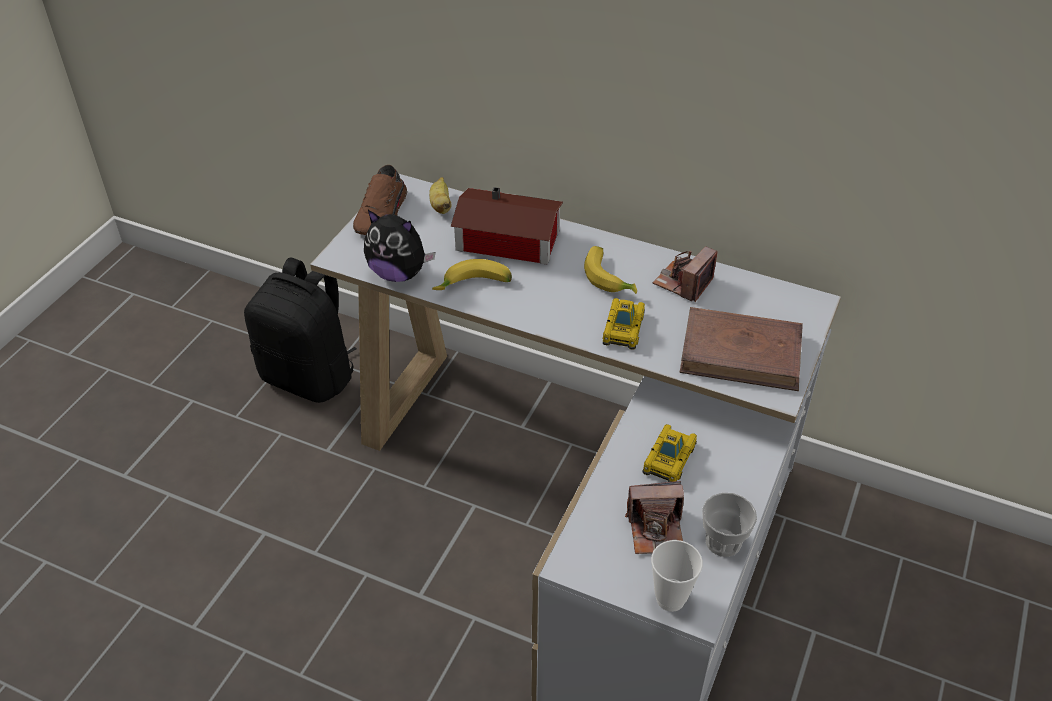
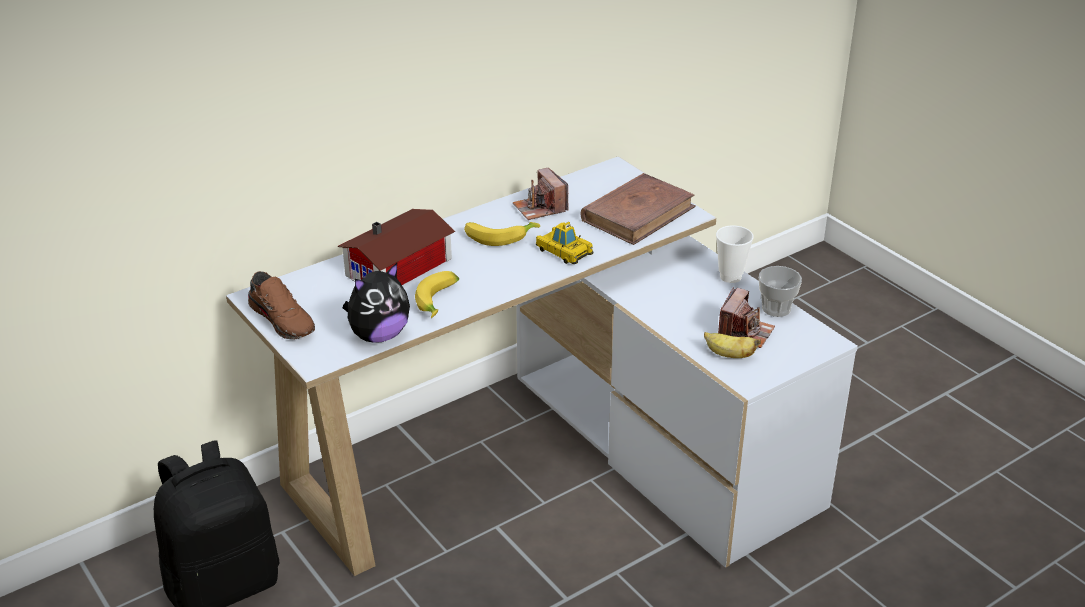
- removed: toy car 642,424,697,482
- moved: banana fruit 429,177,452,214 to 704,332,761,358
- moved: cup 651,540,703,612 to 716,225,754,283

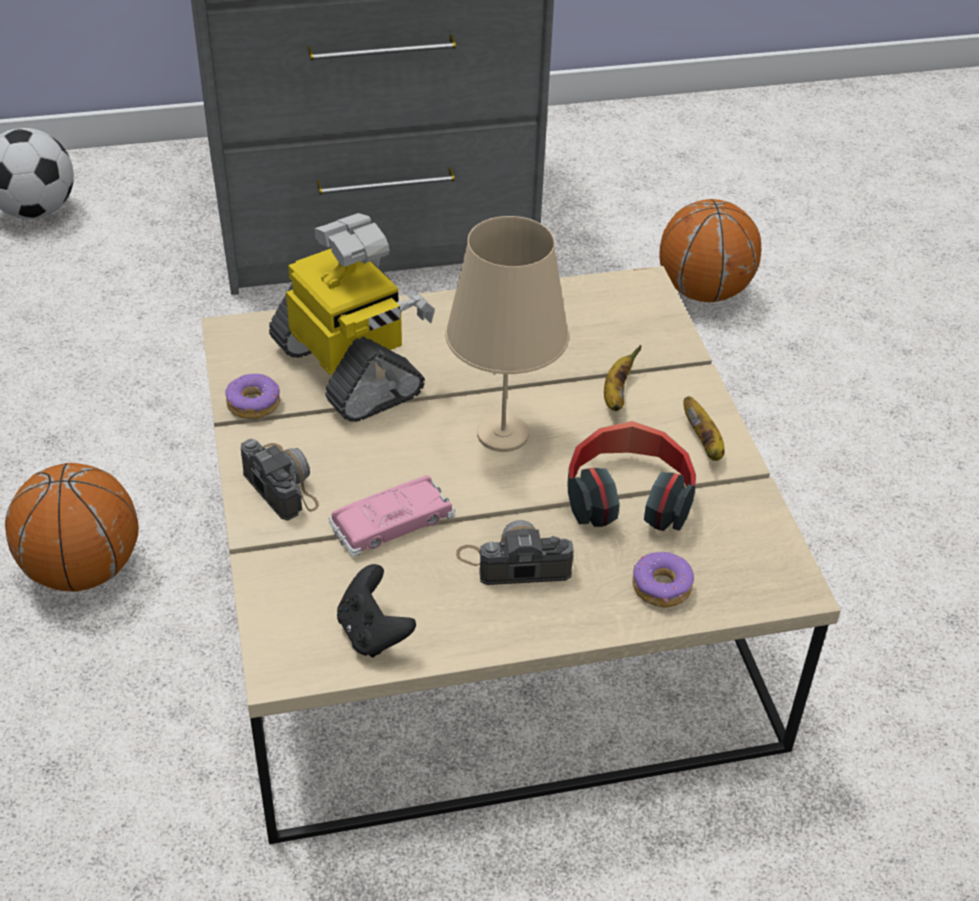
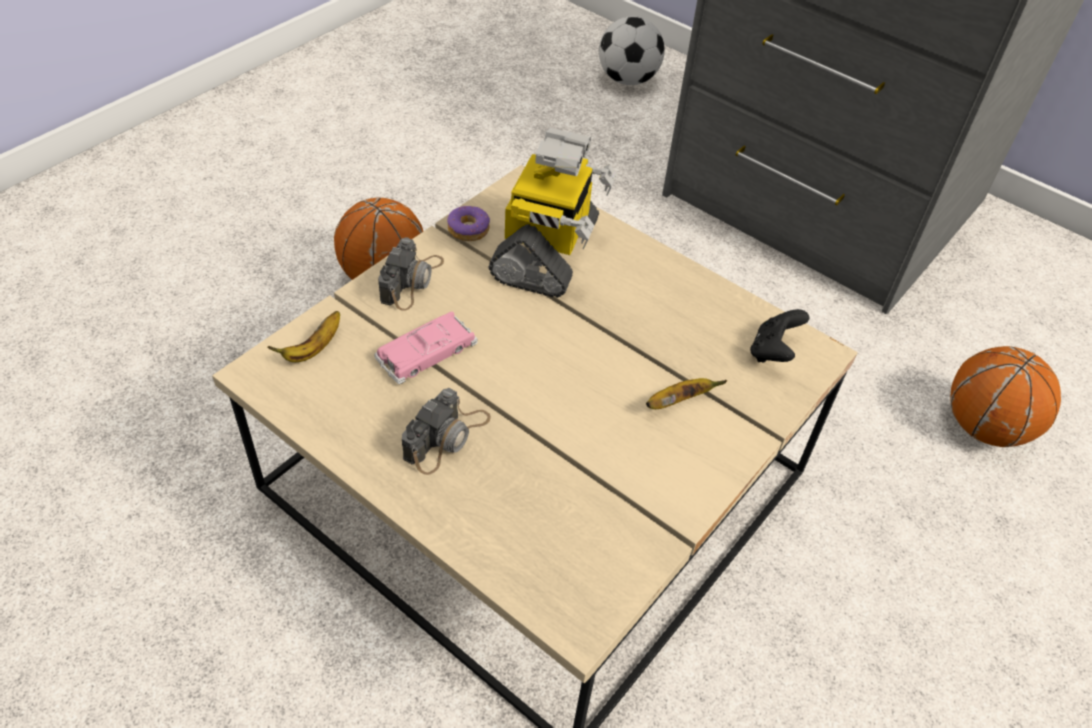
- removed: lamp for a table in beige-coloured 445,216,569,452
- removed: headphones 567,421,696,531
- removed: ring doughnut 632,552,694,608
- moved: gamepad in black 337,564,416,657 to 750,309,809,362
- moved: banana fruit 683,396,725,461 to 268,311,340,362
- turned: toy car in pink 328,475,456,556 = 374,312,478,384 120 degrees clockwise
- turned: photo camera 456,520,574,585 = 402,388,491,475 75 degrees clockwise

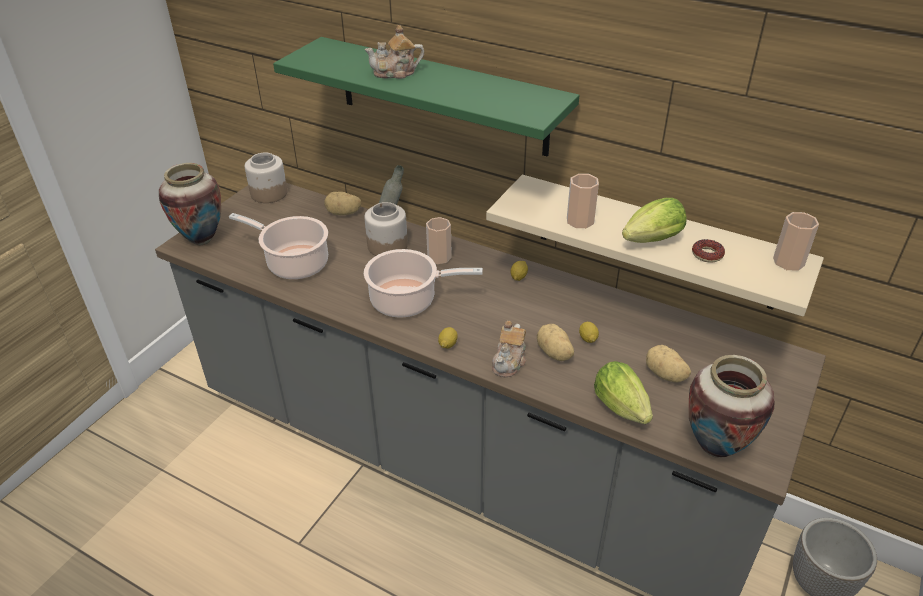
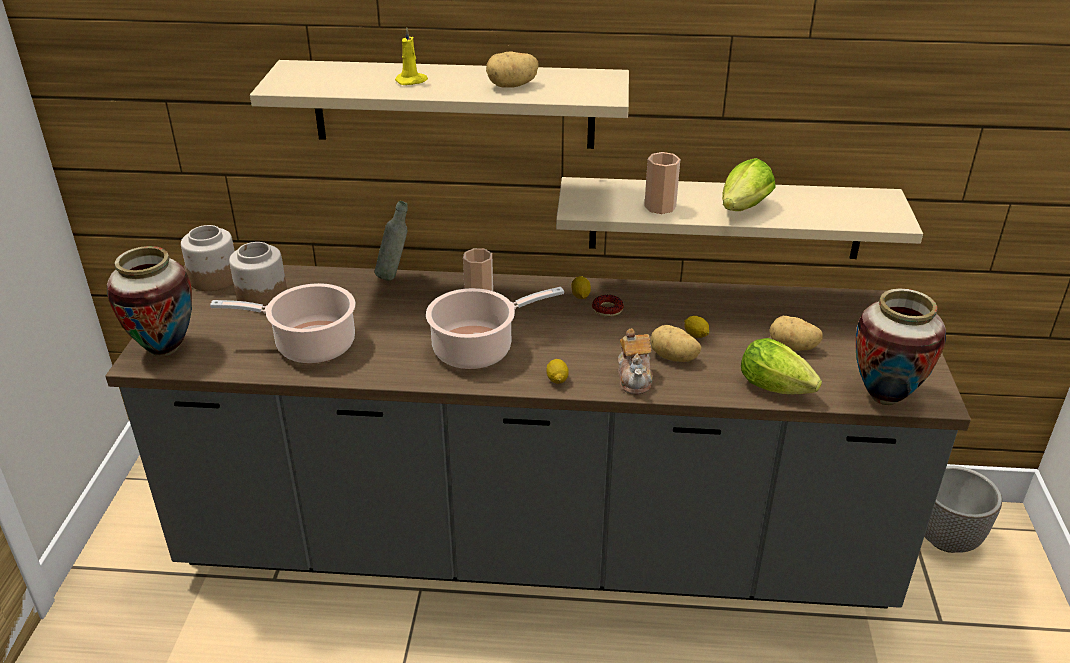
- removed: cup 773,212,819,271
- moved: potato 324,192,361,215 to 486,51,539,88
- moved: jar 364,202,408,256 to 229,242,287,310
- moved: ring doughnut 692,239,725,263 to 592,295,624,317
- replaced: tea pot 364,25,424,79 to wax light in yellow 395,27,428,85
- recoloured: wall shelf in green-coloured 273,37,580,157 to wall shelf in beige-coloured 250,60,629,149

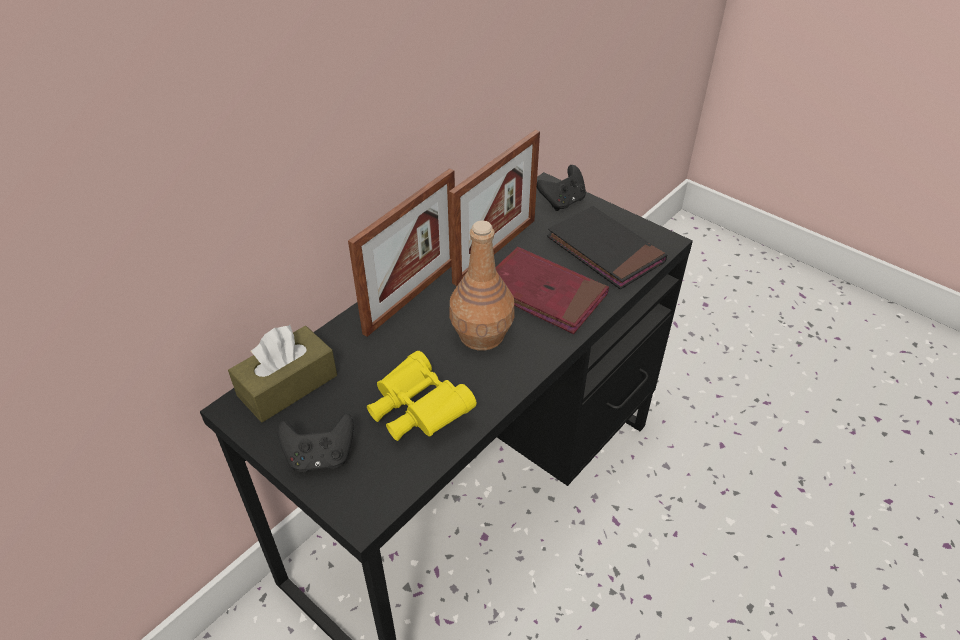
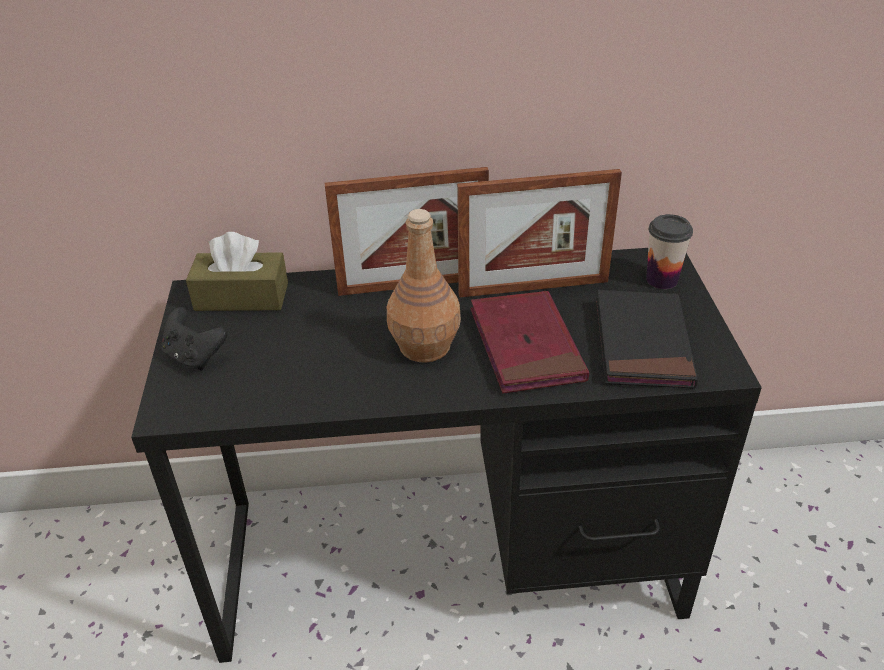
- removed: field glasses in yellow 367,351,477,441
- replaced: gamepad in black 537,165,586,211 to cup 646,214,693,289

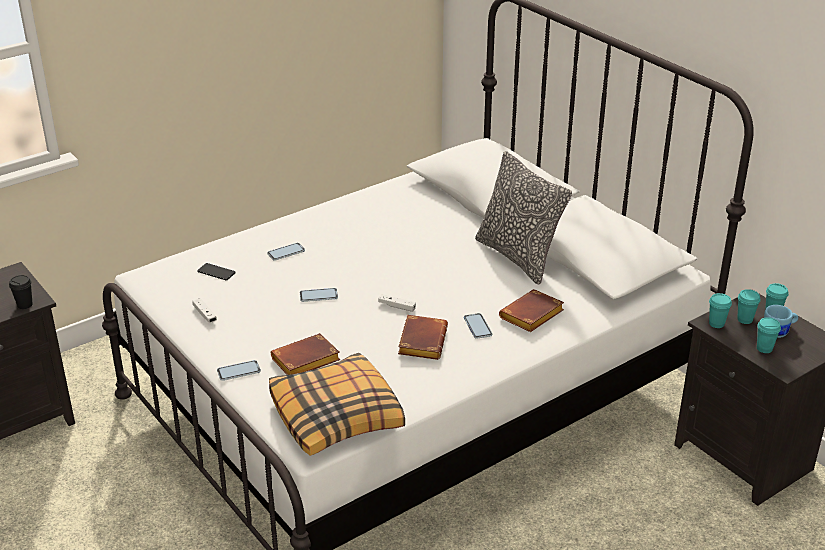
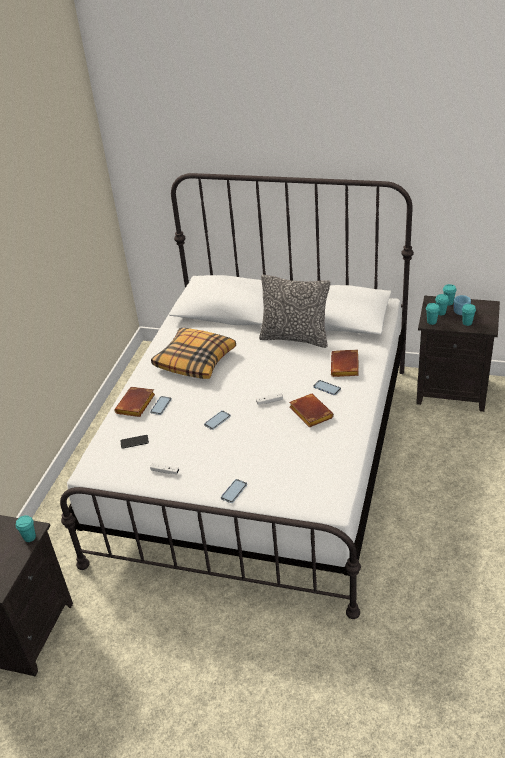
- moved: cushion 269,353,405,456 to 151,328,236,379
- moved: bound book in brownish 271,333,340,375 to 114,387,155,417
- recoloured: cup in black 9,275,33,309 to cup in blue-green 16,515,36,542

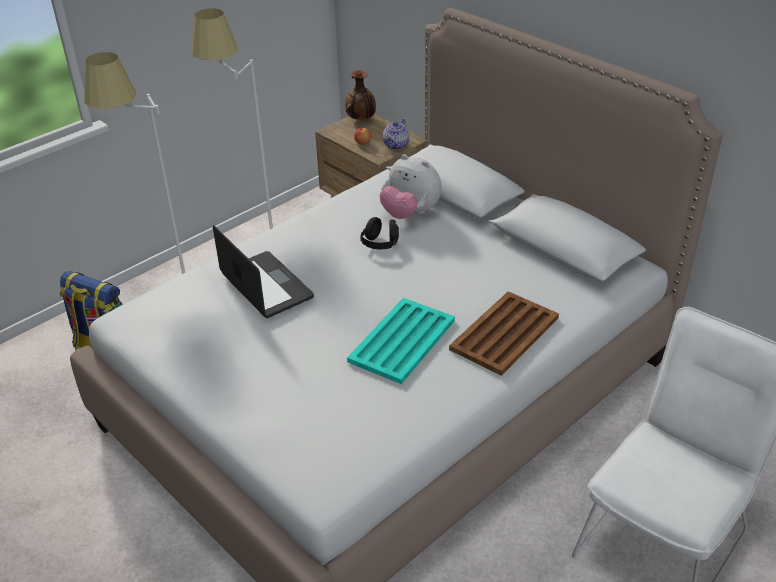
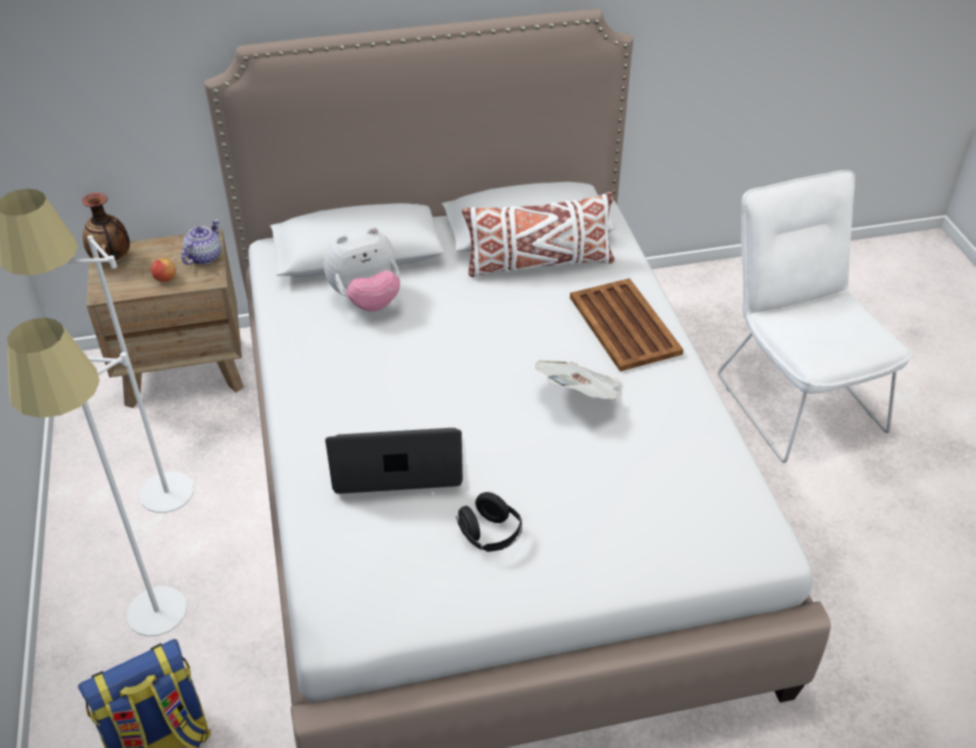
- added: cushion in white 462,192,615,278
- moved: headphones in black 360,217,399,249 to 456,492,522,552
- replaced: tray in blue-green 347,298,455,384 to newspaper 535,360,621,400
- turned: tea pot 383,119,409,150 = 181,219,221,265 120 degrees counterclockwise

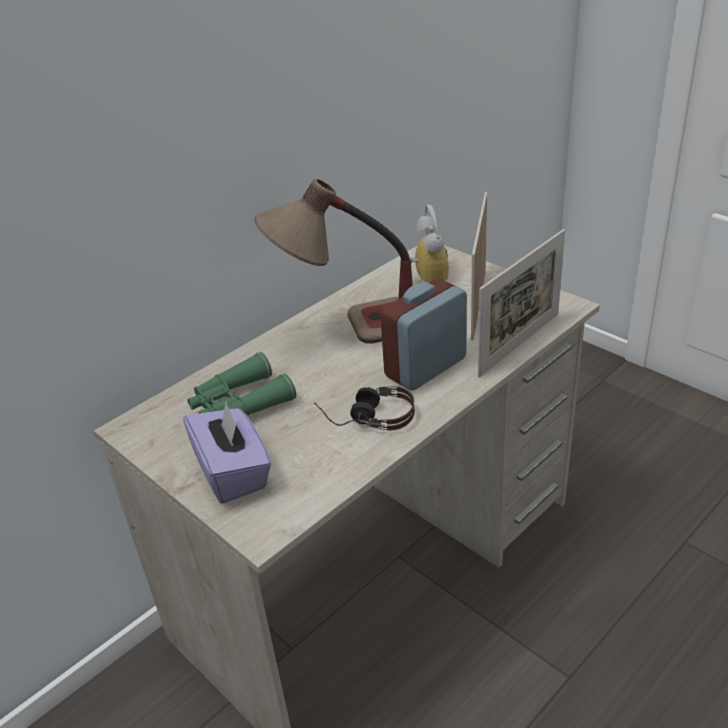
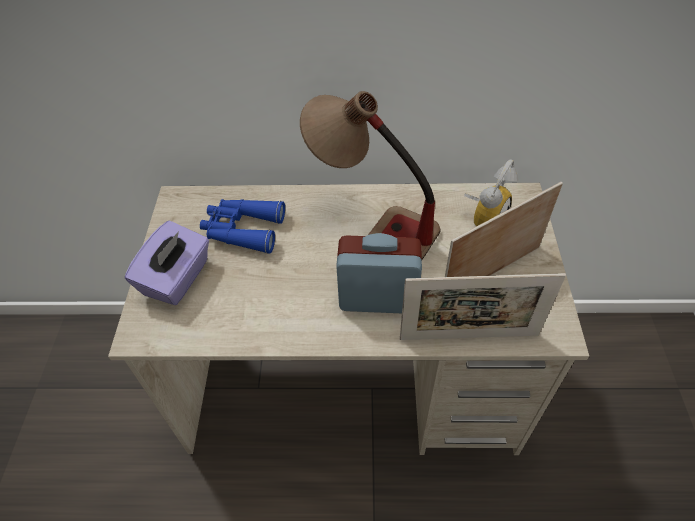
- removed: headphones 314,386,415,431
- recoloured: field glasses in green-coloured 187,352,296,416 to field glasses in blue-coloured 200,199,285,254

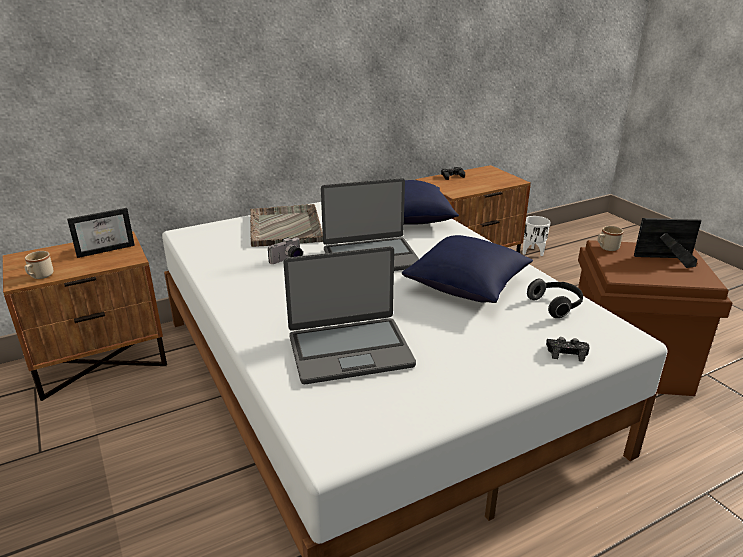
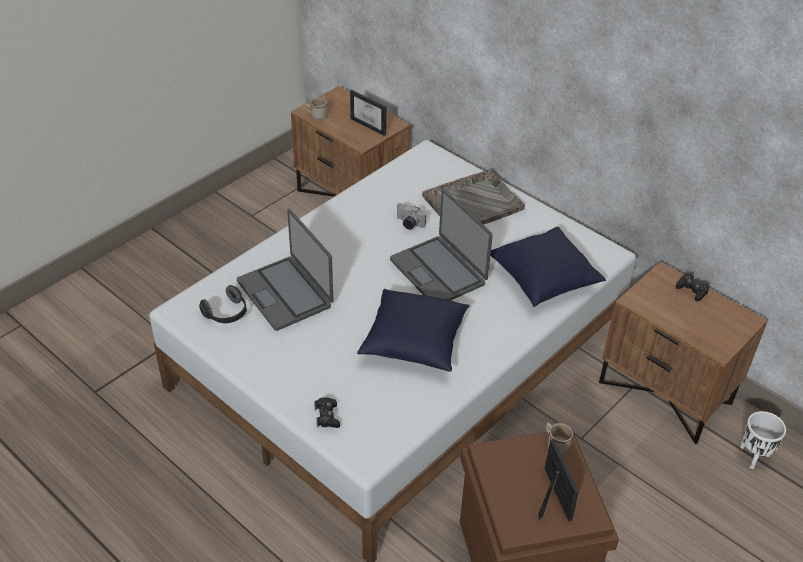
- moved: headphones 527,279,583,318 to 199,285,247,324

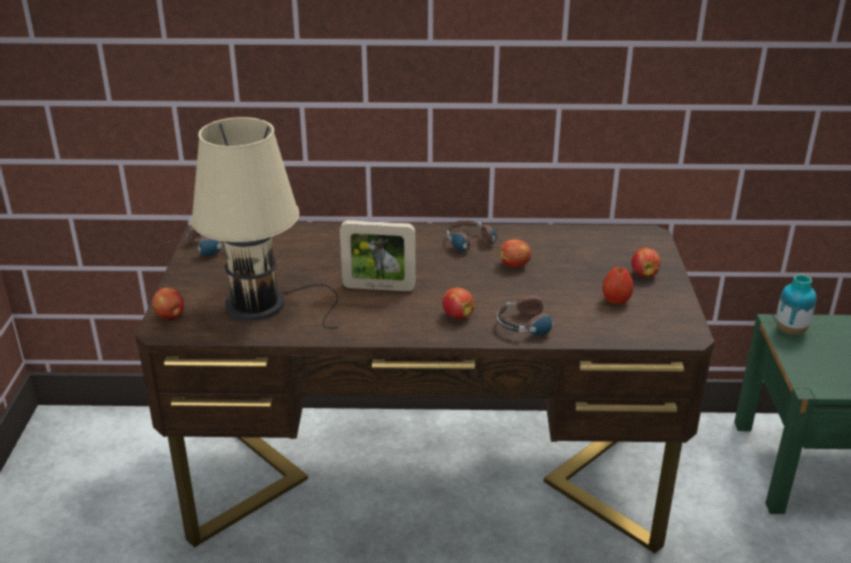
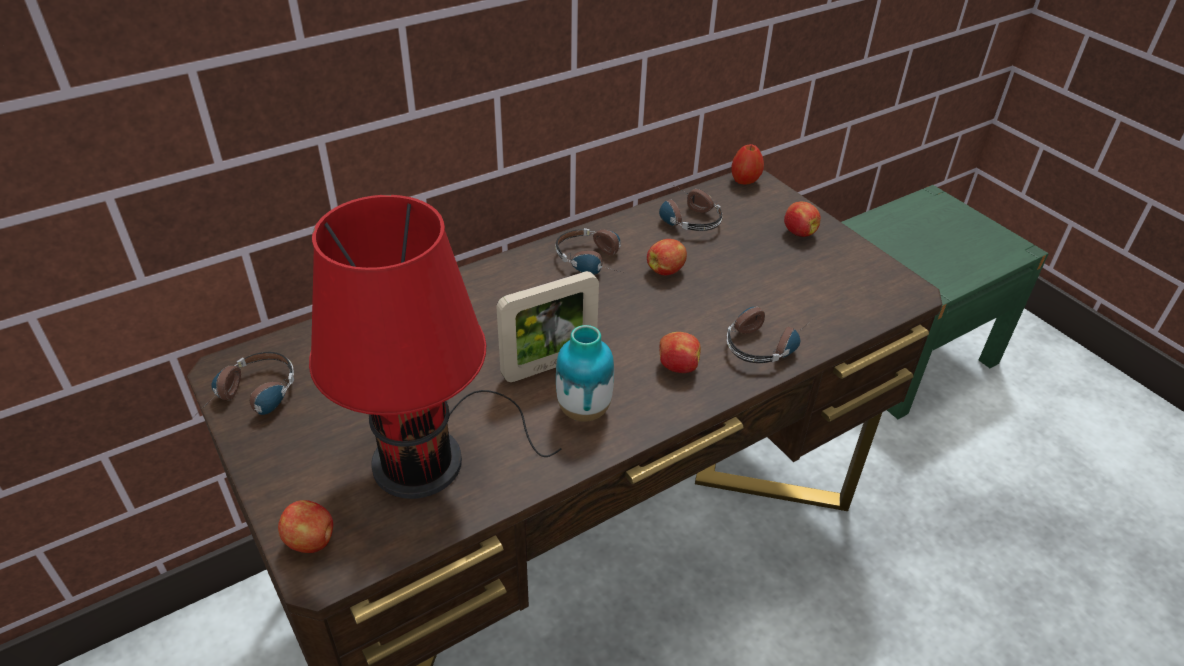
- added: headphones 659,184,722,231
- moved: apple 602,267,634,304 to 731,144,764,185
- moved: vase 776,274,816,335 to 556,325,614,422
- recoloured: lamp for a table in beige-coloured 191,117,338,329 to lamp for a table in red-coloured 309,195,561,499

